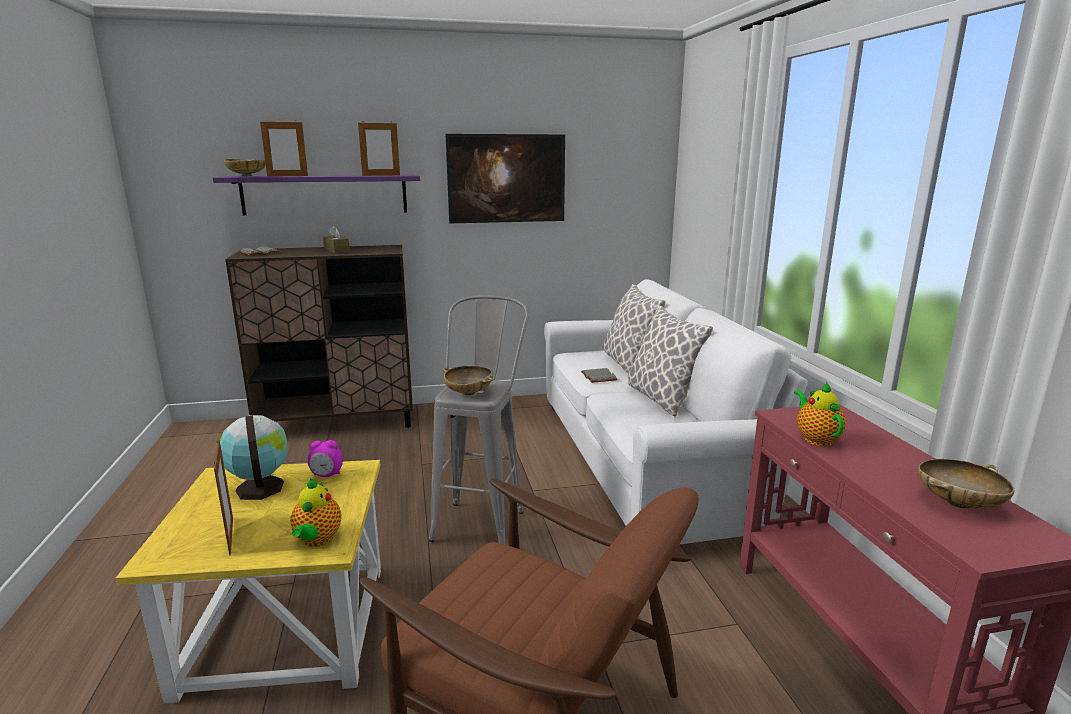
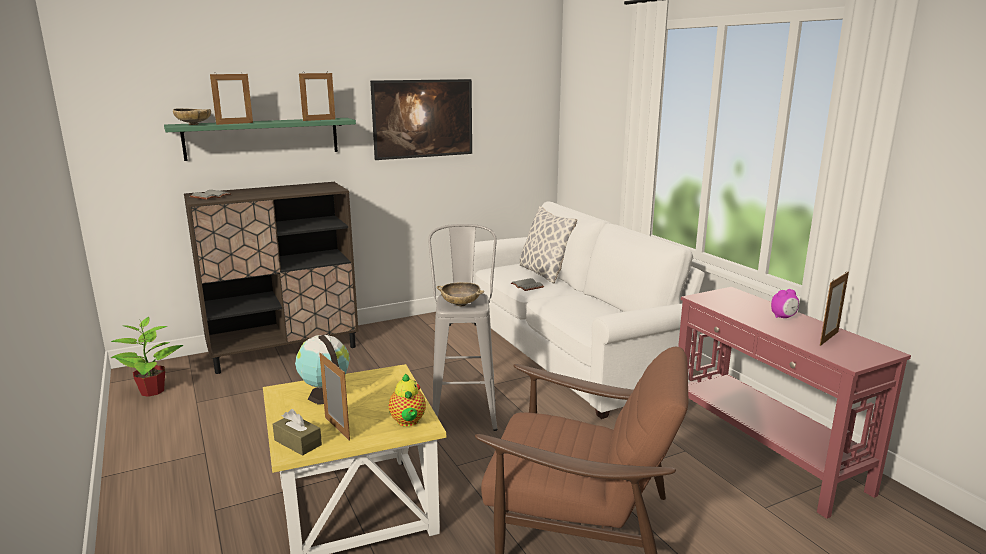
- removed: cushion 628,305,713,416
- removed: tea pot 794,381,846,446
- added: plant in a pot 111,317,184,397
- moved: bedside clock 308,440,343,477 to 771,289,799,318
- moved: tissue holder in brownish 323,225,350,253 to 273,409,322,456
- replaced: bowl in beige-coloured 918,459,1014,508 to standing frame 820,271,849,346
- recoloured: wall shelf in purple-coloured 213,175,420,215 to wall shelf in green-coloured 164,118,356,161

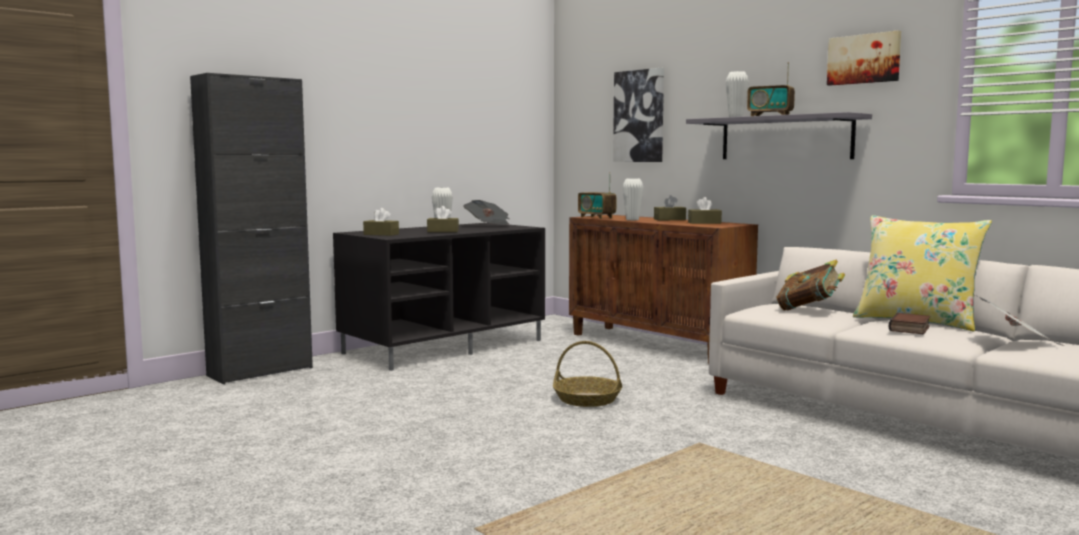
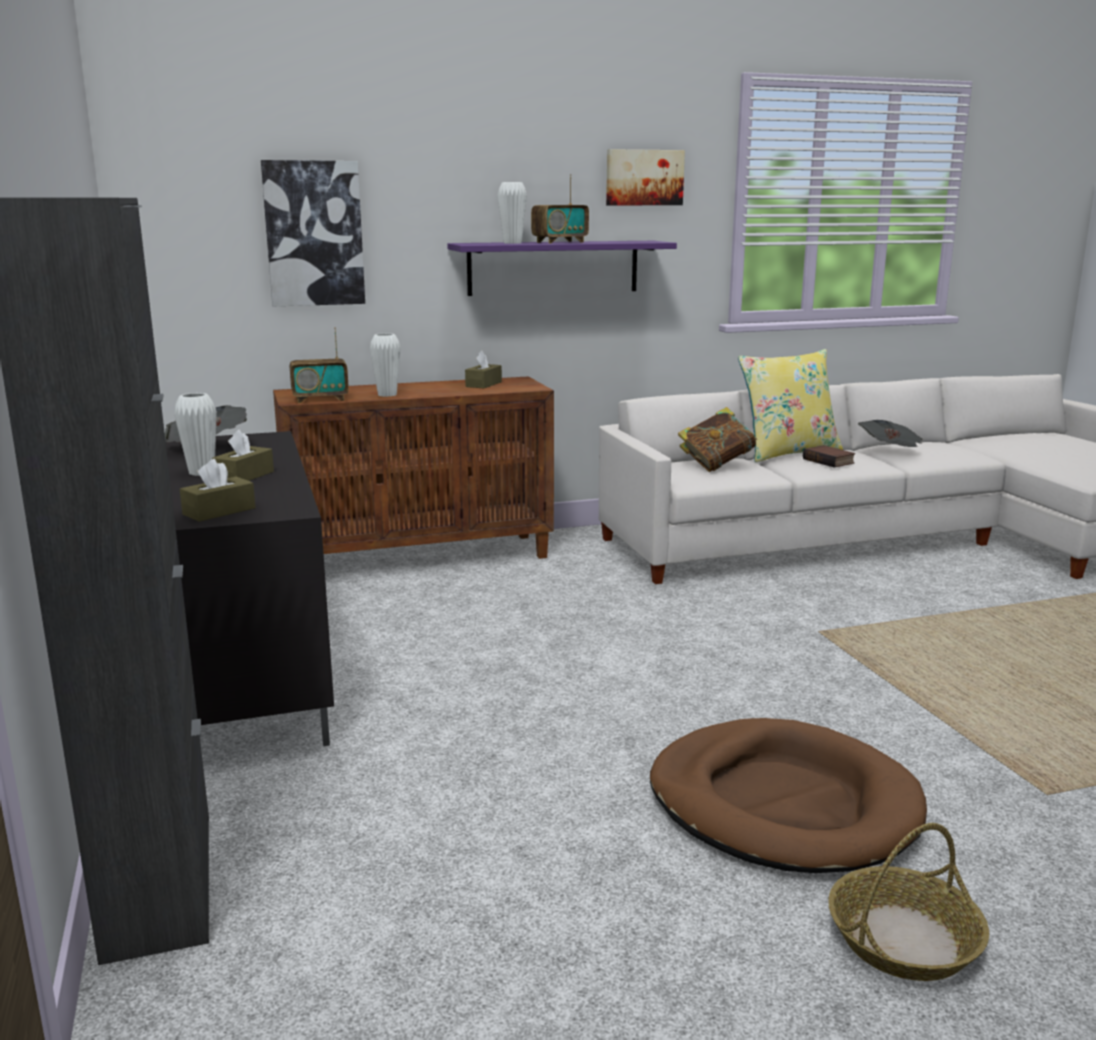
- removed: tissue holder in brownish 654,195,686,221
- added: pet bed in brownish 650,718,927,873
- moved: basket 553,341,622,407 to 828,823,989,981
- recoloured: wall shelf in greyish 686,112,872,159 to wall shelf in purple-coloured 447,241,677,296

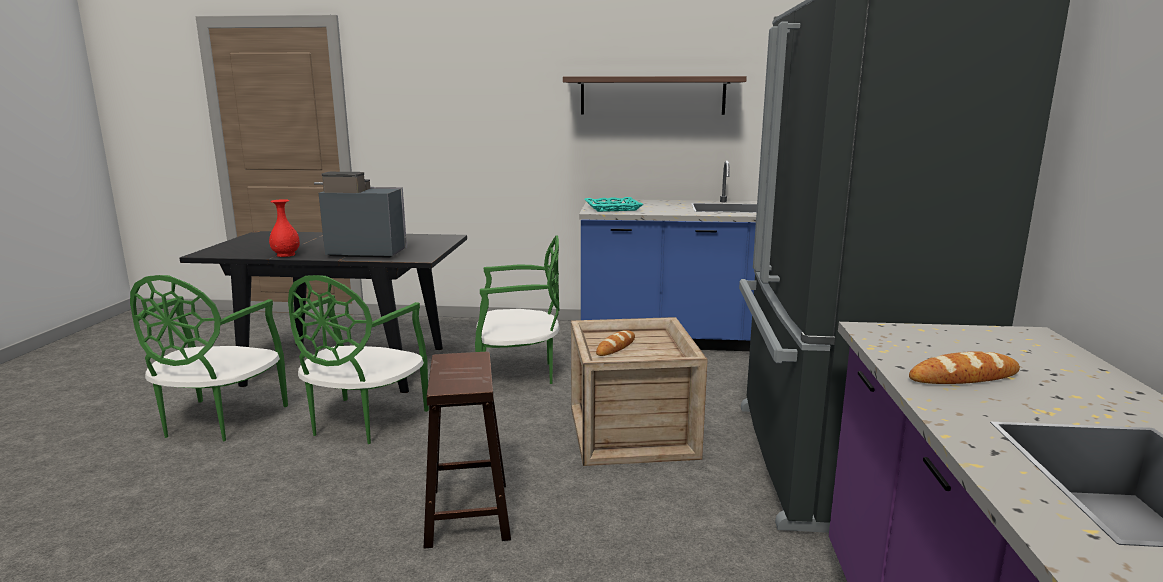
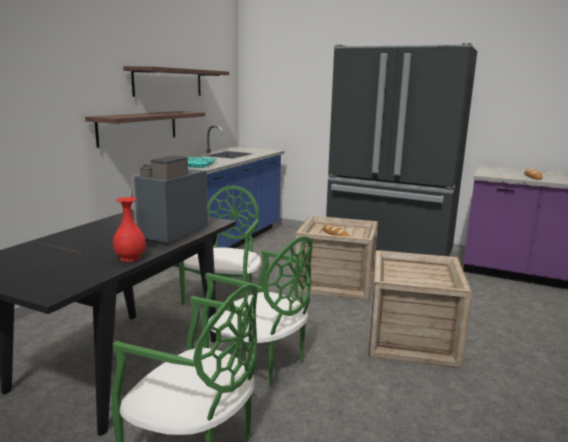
- added: wall shelf 85,111,205,148
- replaced: stool seat in brownish 424,352,511,549 to crate 368,250,472,369

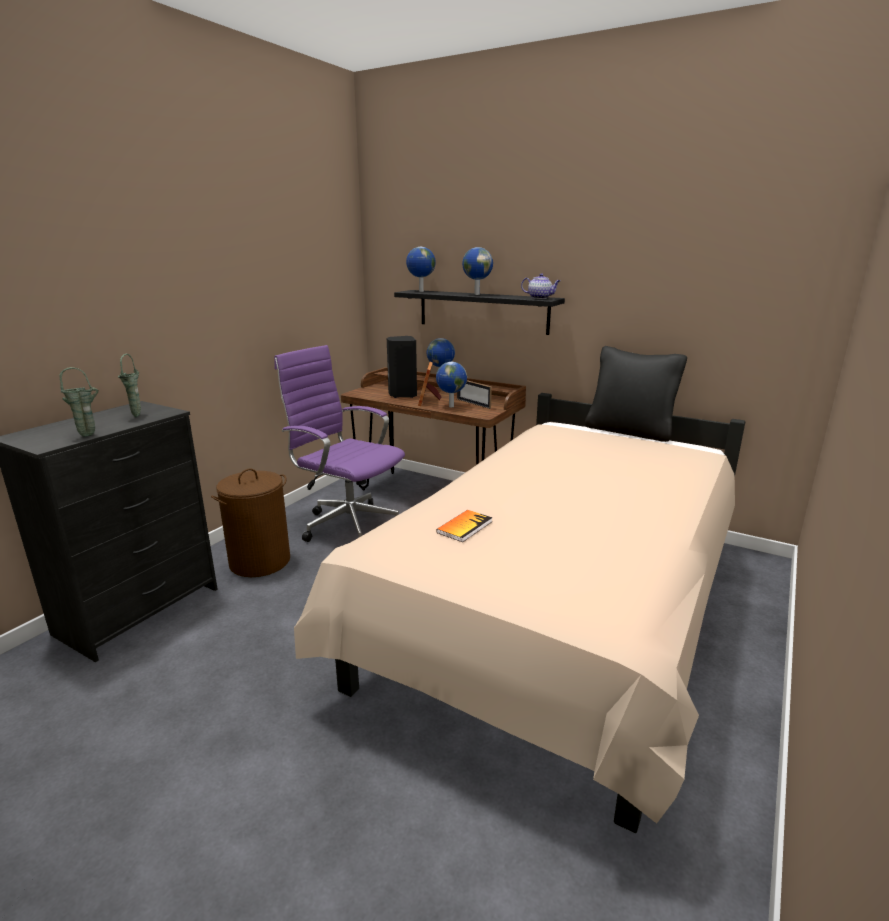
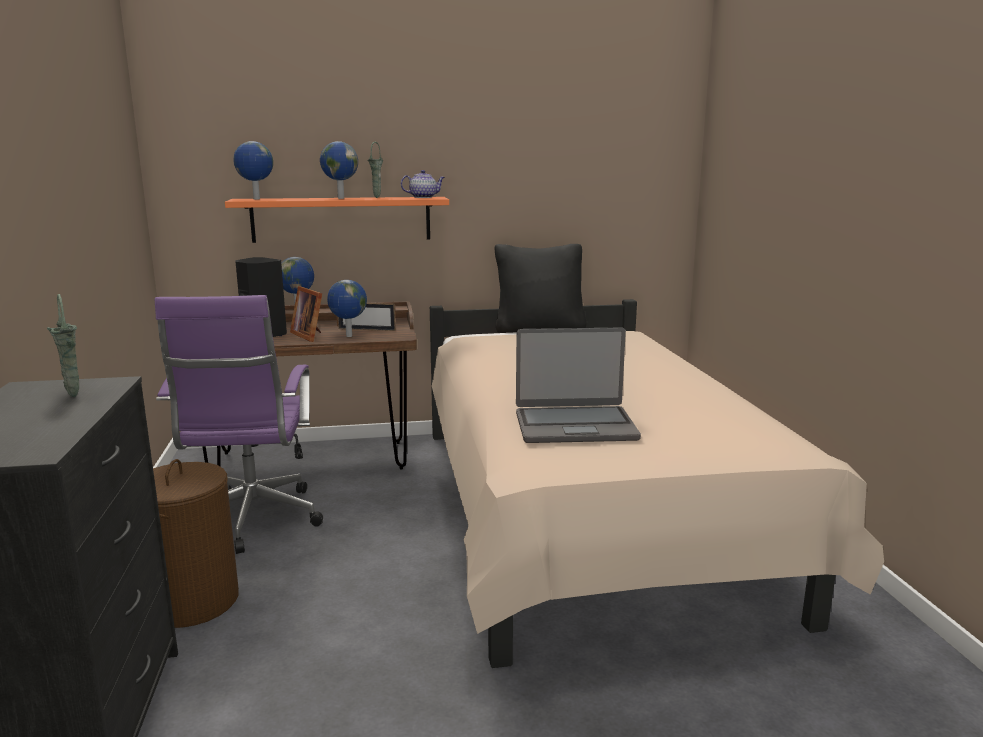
- moved: vase in green-coloured 60,367,99,437 to 367,142,383,198
- replaced: bound book 436,510,492,542 to portable computer 516,327,641,443
- recoloured: wall shelf in black 394,290,565,335 to wall shelf in orangey 225,197,449,243
- turned: office chair in purple-coloured 274,345,405,542 = 154,295,323,554 90 degrees counterclockwise

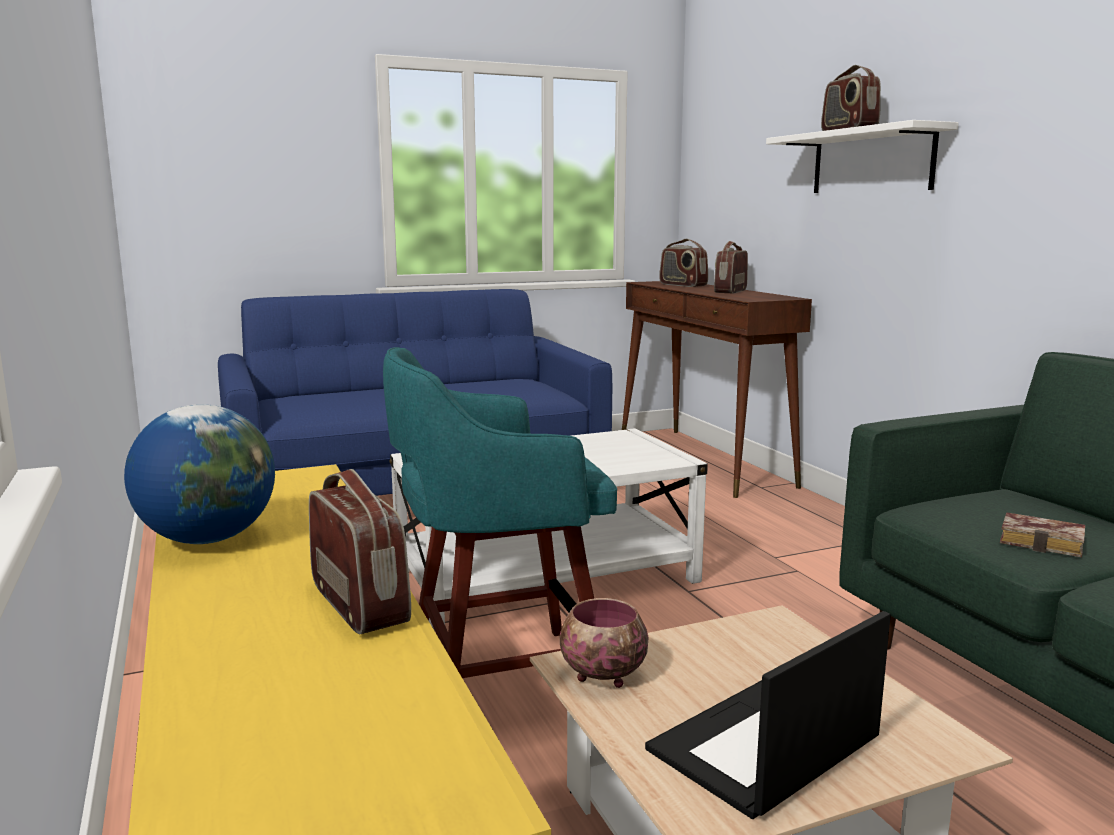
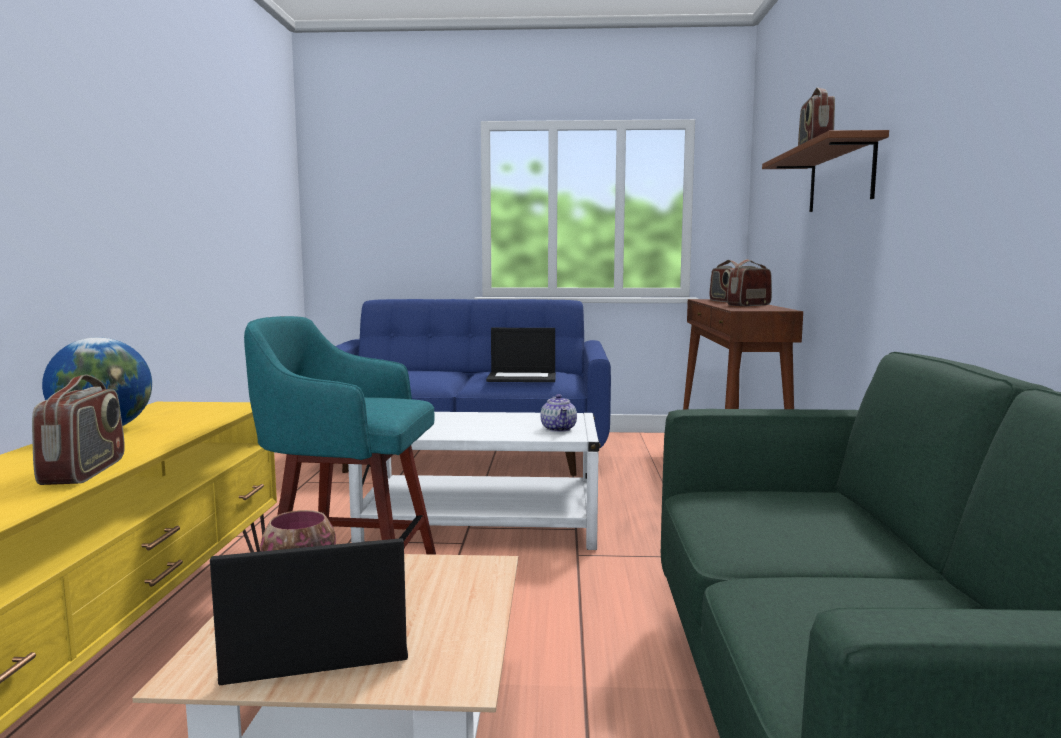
- removed: bound book 1000,512,1085,557
- added: portable computer 486,328,556,382
- added: tea pot 541,394,577,432
- recoloured: wall shelf in white 766,120,959,193 to wall shelf in brownish 762,130,889,212

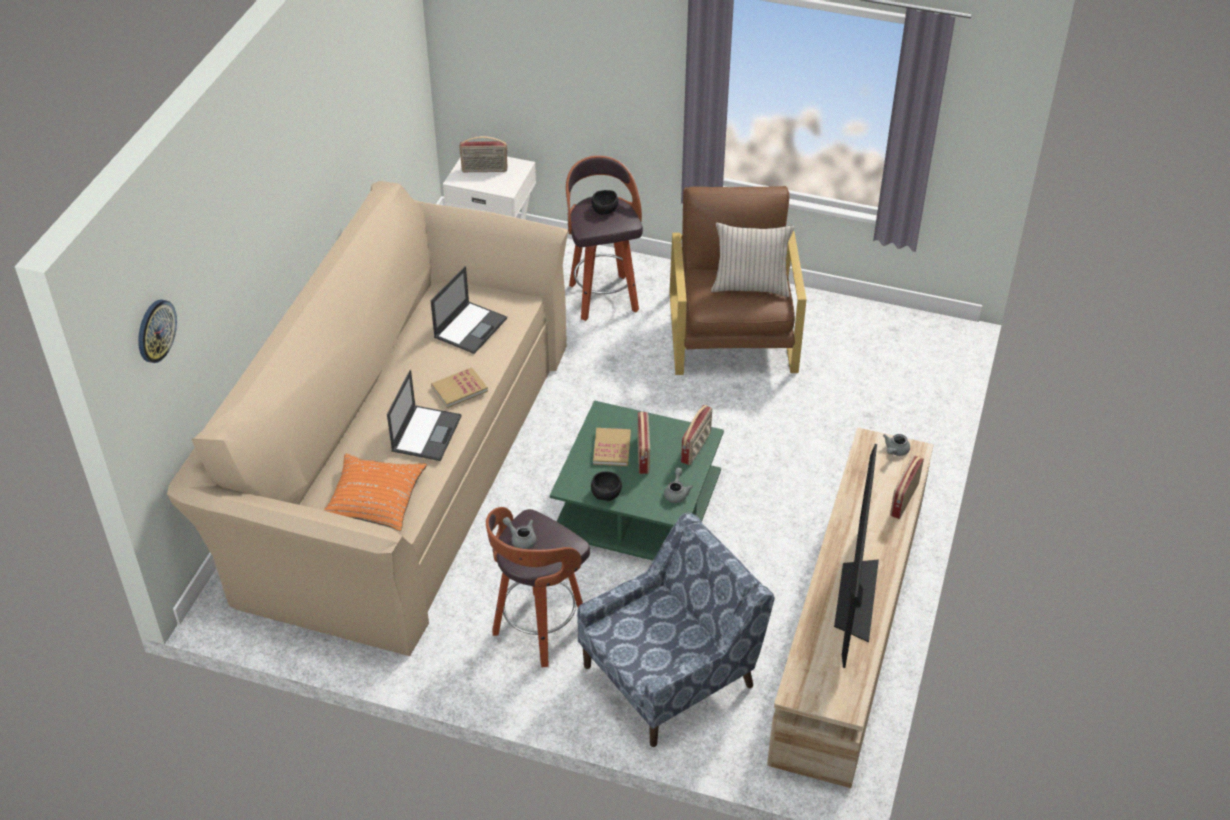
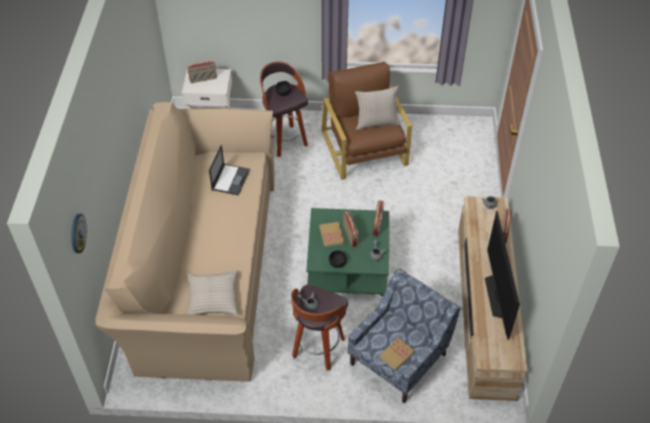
- removed: portable computer 387,370,461,461
- moved: bound book 431,367,488,408 to 379,338,415,371
- recoloured: cushion in orangey 324,454,427,531 to cushion in beige-coloured 187,270,238,315

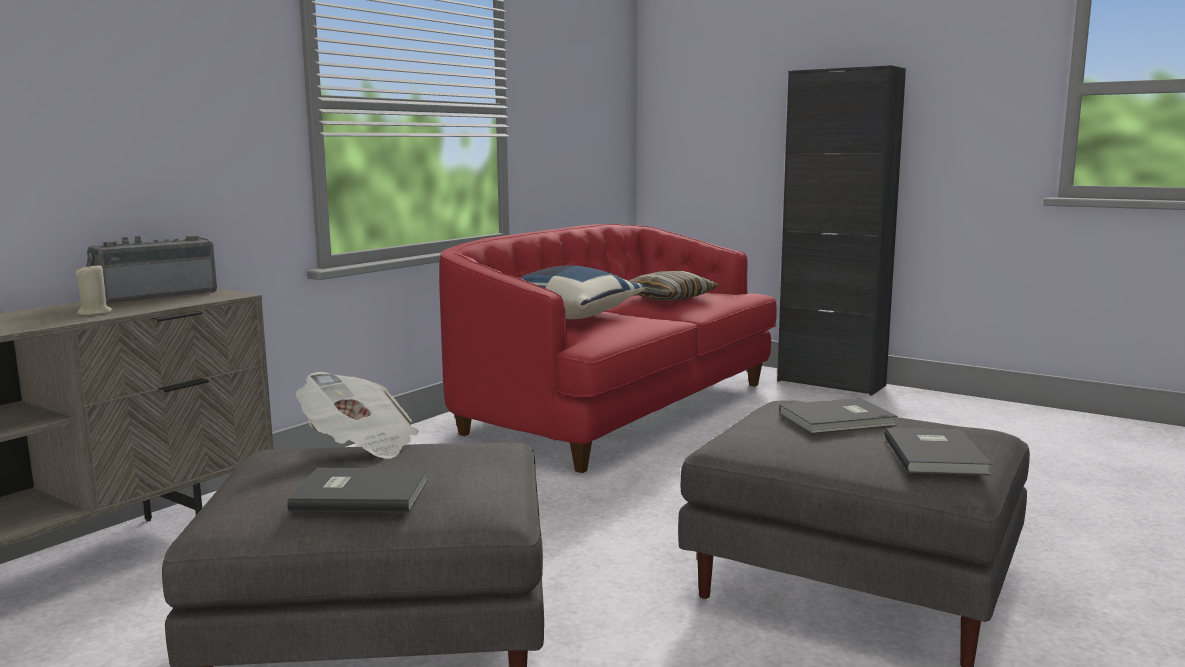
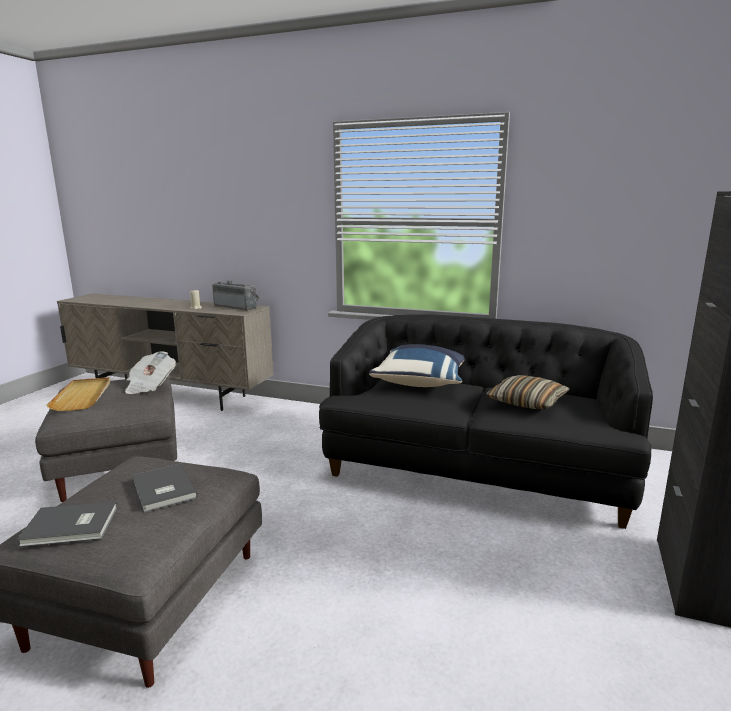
- replaced: bound book in greyish 287,468,428,512 to tray in beige-coloured 46,377,110,411
- recoloured: couch in red-coloured 439,224,777,473 to couch in black 319,314,653,529

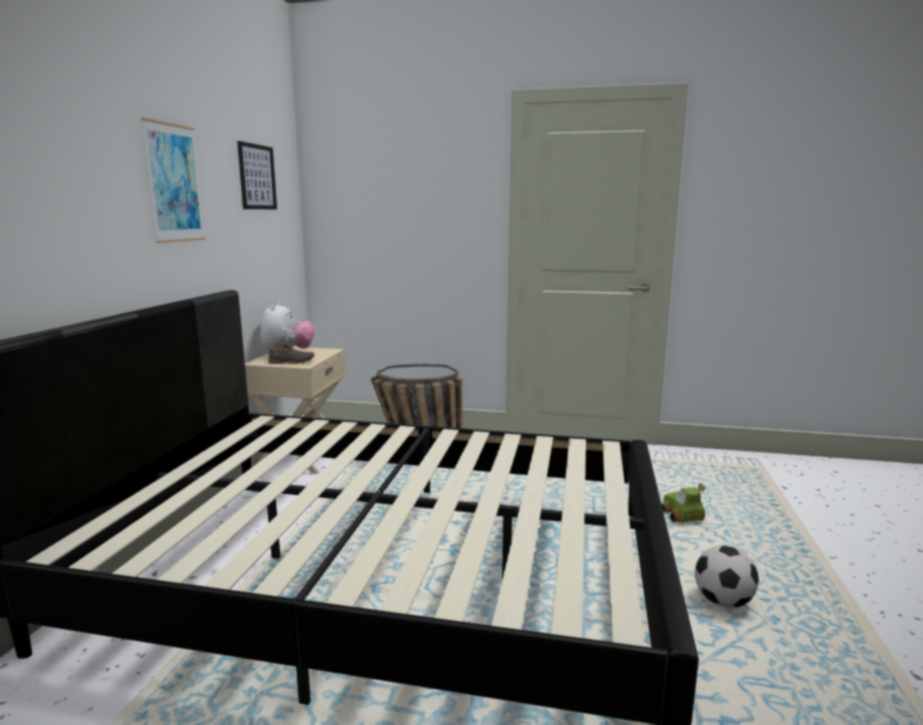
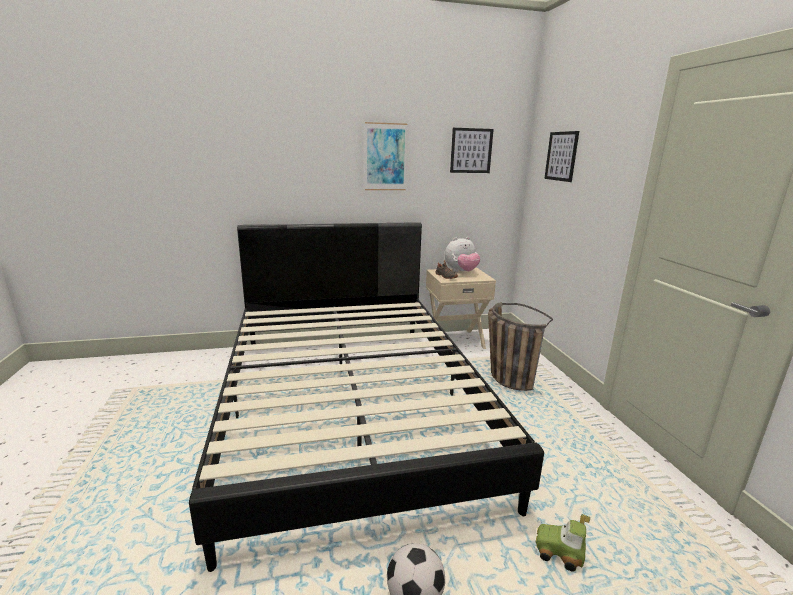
- added: wall art 544,131,579,182
- turned: toy car 662,483,705,523 = 536,514,590,572 120 degrees counterclockwise

